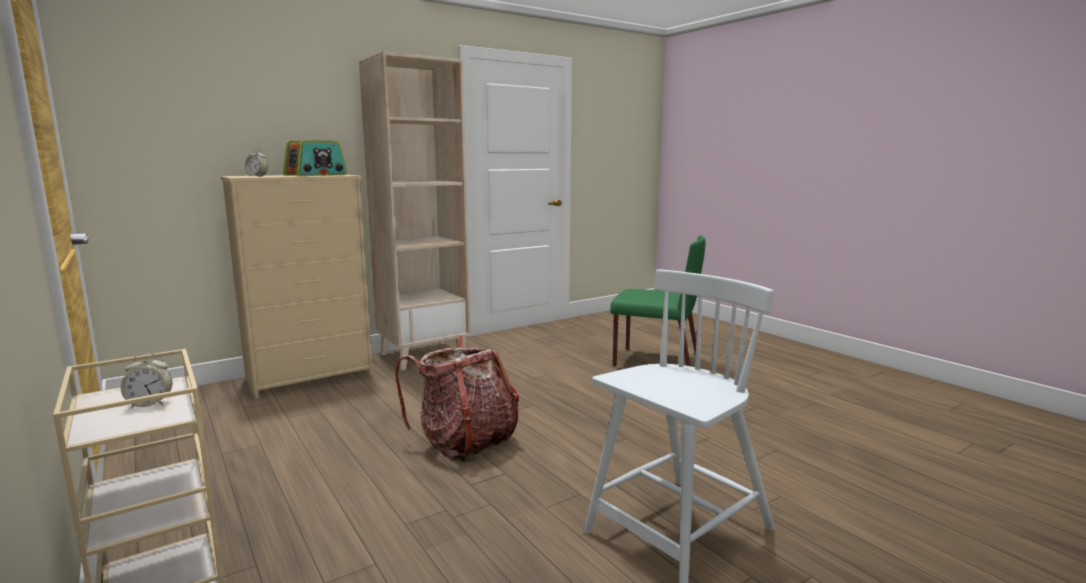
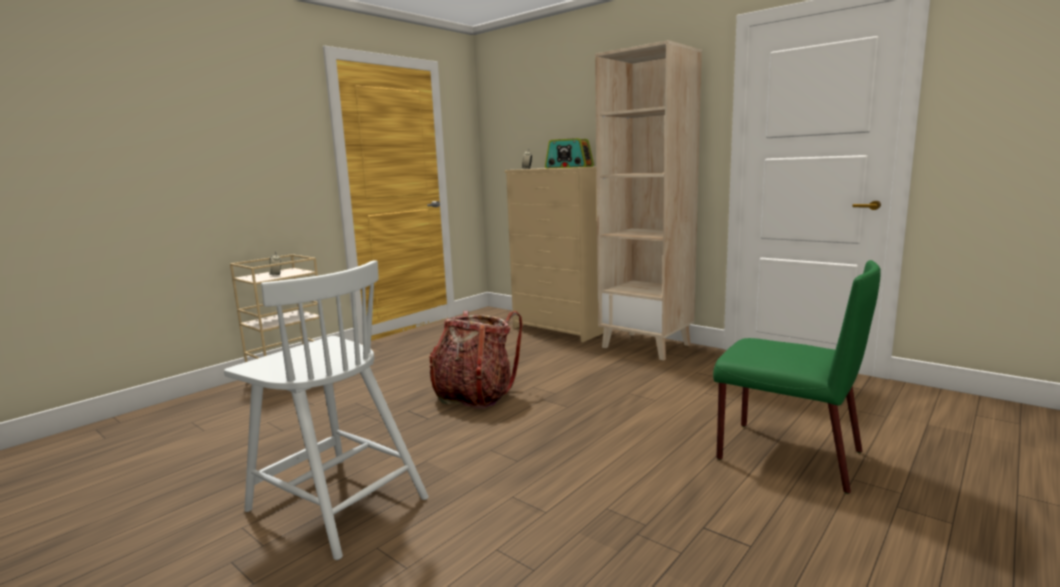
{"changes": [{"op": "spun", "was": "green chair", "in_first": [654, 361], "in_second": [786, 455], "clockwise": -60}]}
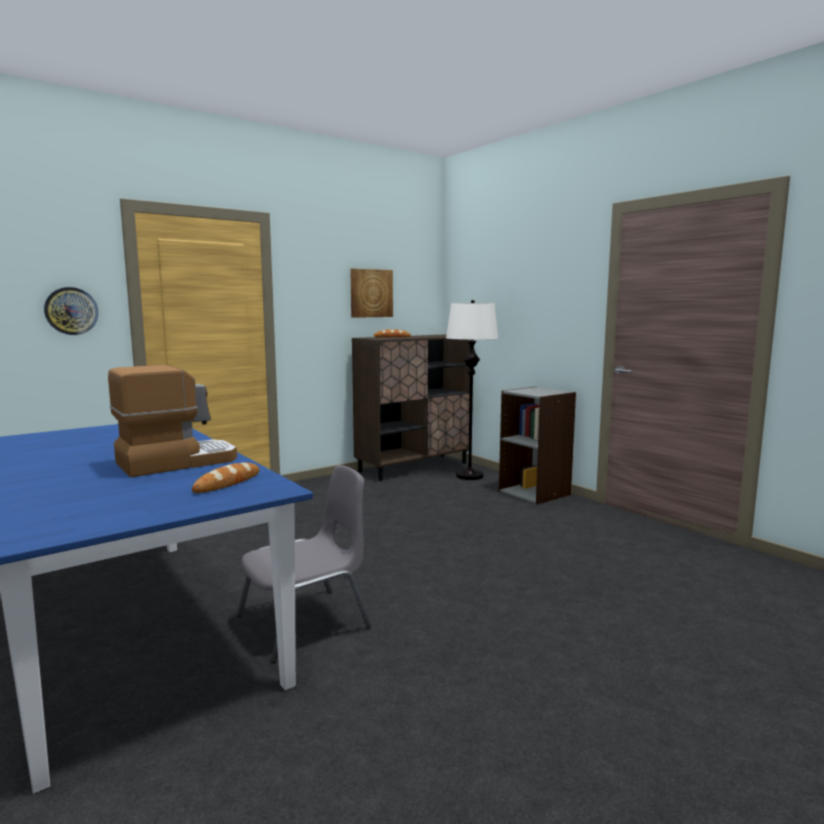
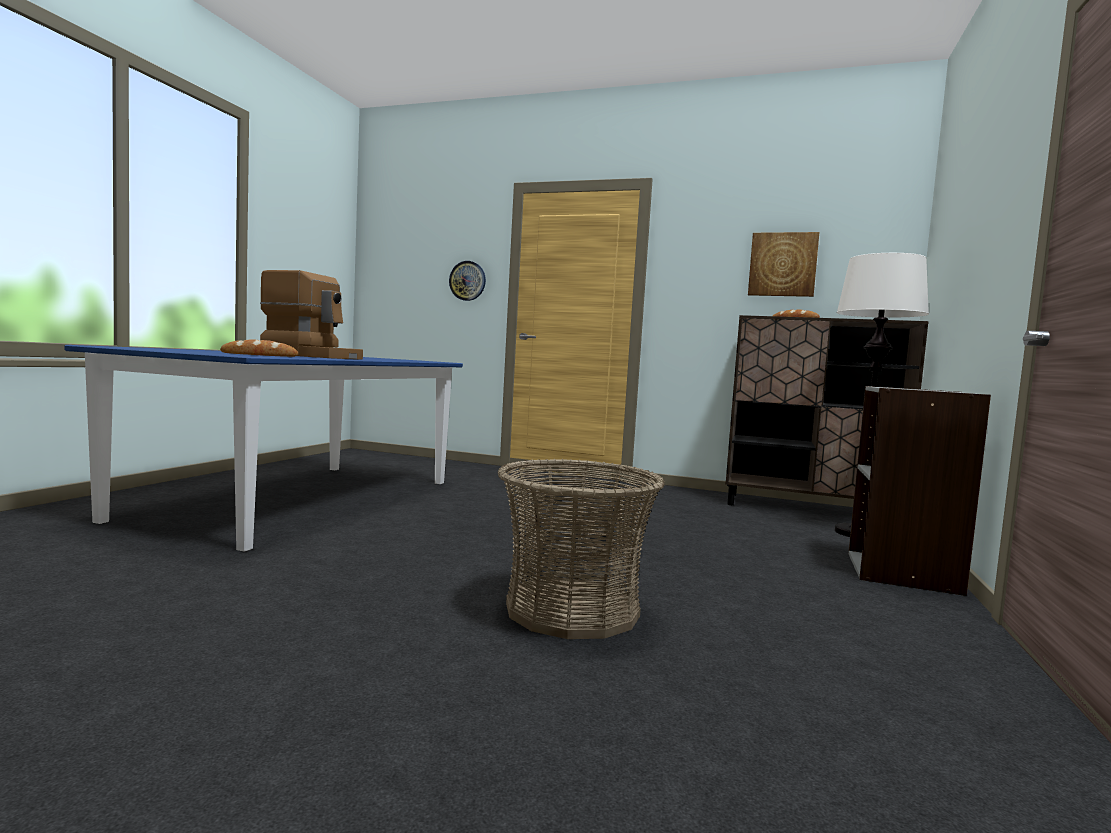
{"changes": [{"op": "missing", "was": "greyish chair", "in_first": [306, 622]}, {"op": "appeared", "now": "household basket", "in_second": [572, 610]}]}
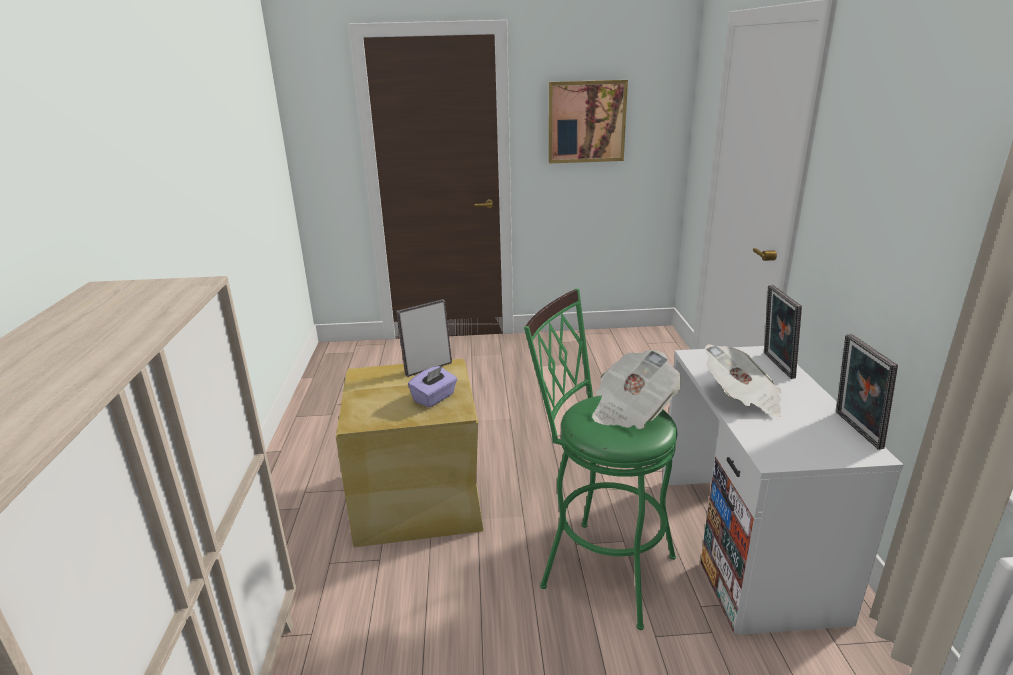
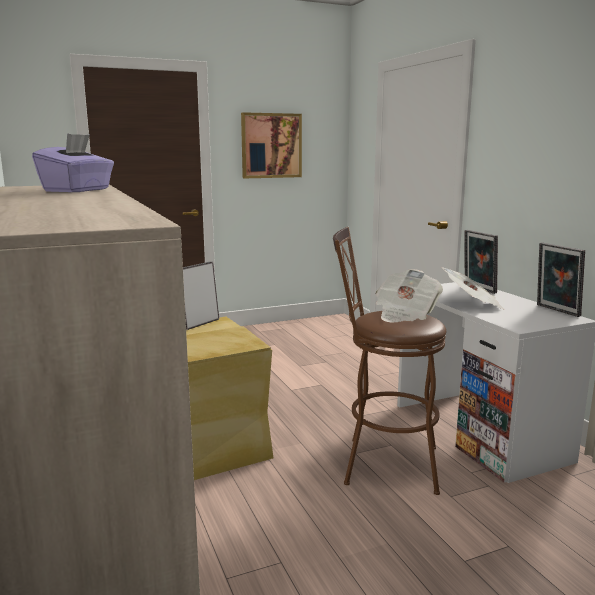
{"changes": [{"op": "relocated", "was": "purple tissue box", "in_first": [434, 398], "in_second": [78, 190]}, {"op": "colour", "was": "green stool", "now": "brown-coloured stool", "in_first": [598, 566], "in_second": [381, 463]}]}
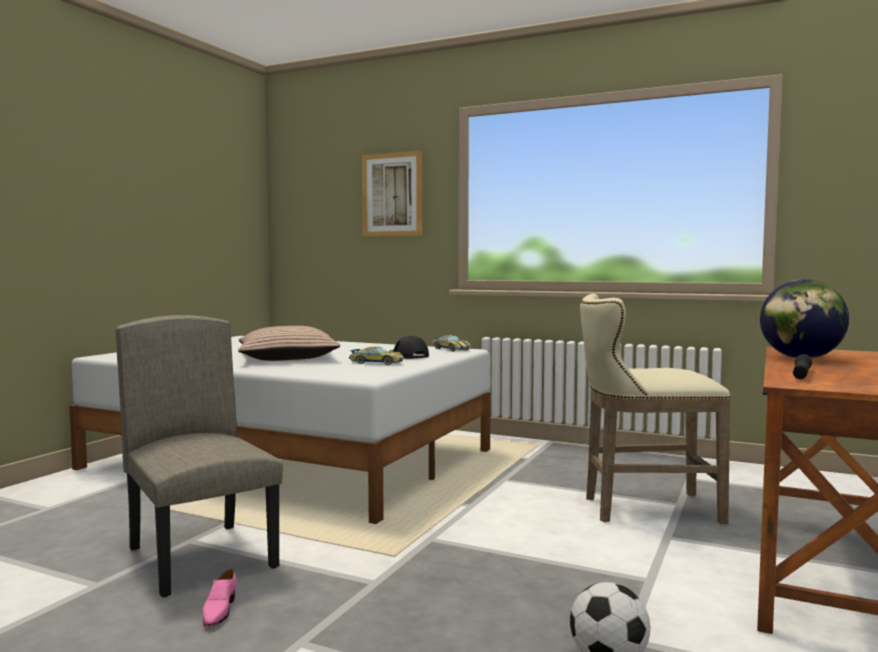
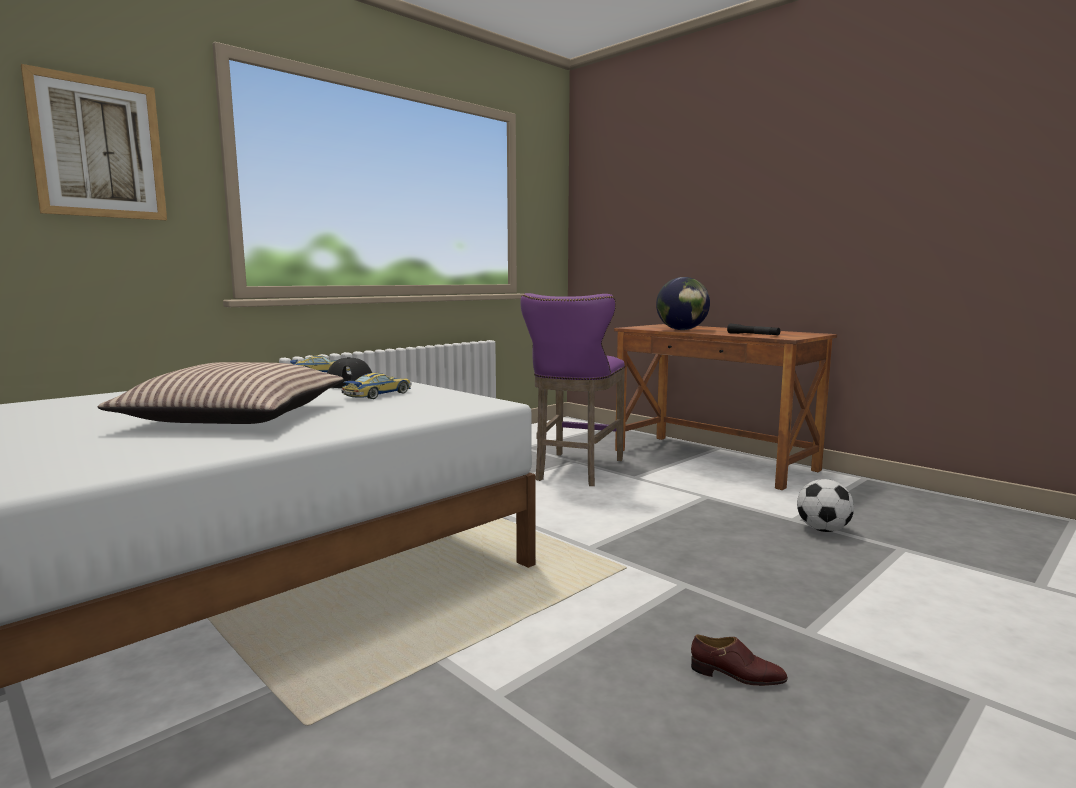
{"changes": [{"op": "missing", "was": "sand-coloured chair", "in_first": [202, 557]}, {"op": "colour", "was": "pink-coloured low shoe", "now": "brown-coloured low shoe", "in_first": [219, 611], "in_second": [737, 675]}, {"op": "colour", "was": "sand-coloured stool", "now": "purple stool", "in_first": [643, 508], "in_second": [575, 471]}]}
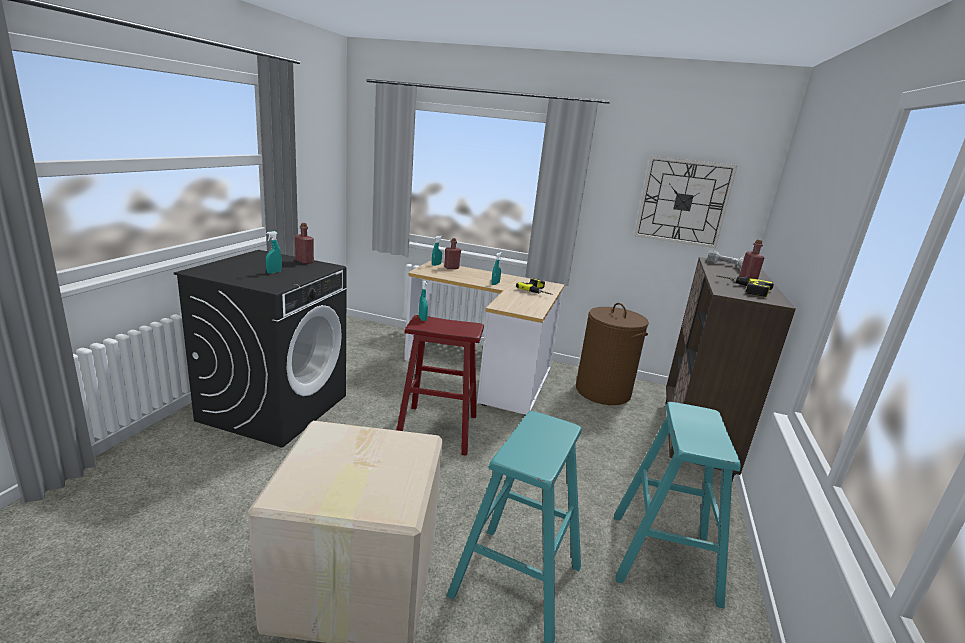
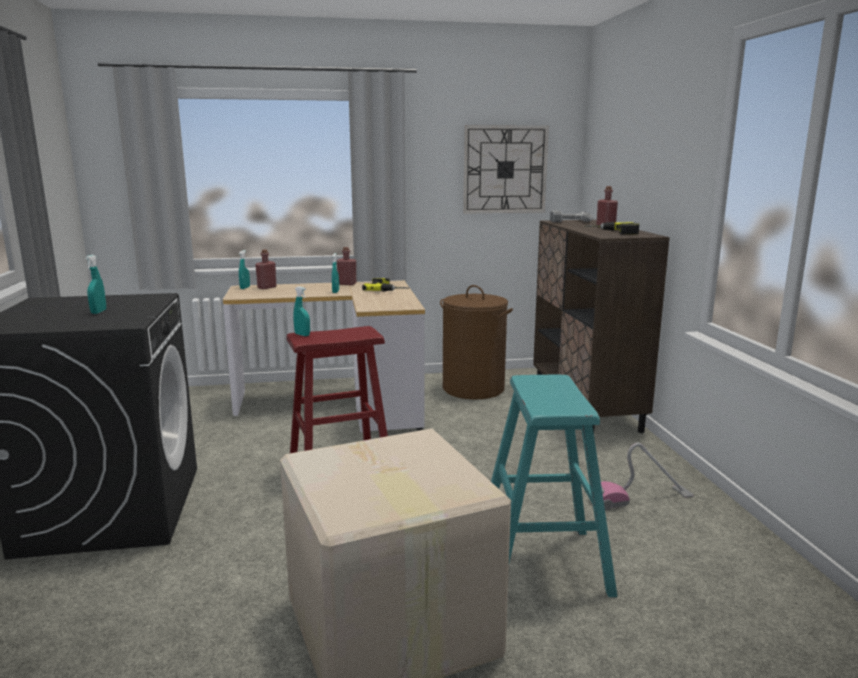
{"changes": [{"op": "relocated", "was": "red-coloured bottle", "in_first": [304, 261], "in_second": [347, 284]}, {"op": "exchanged", "was": "blue-green stool", "now": "vacuum cleaner", "in_first": [663, 557], "in_second": [640, 498]}]}
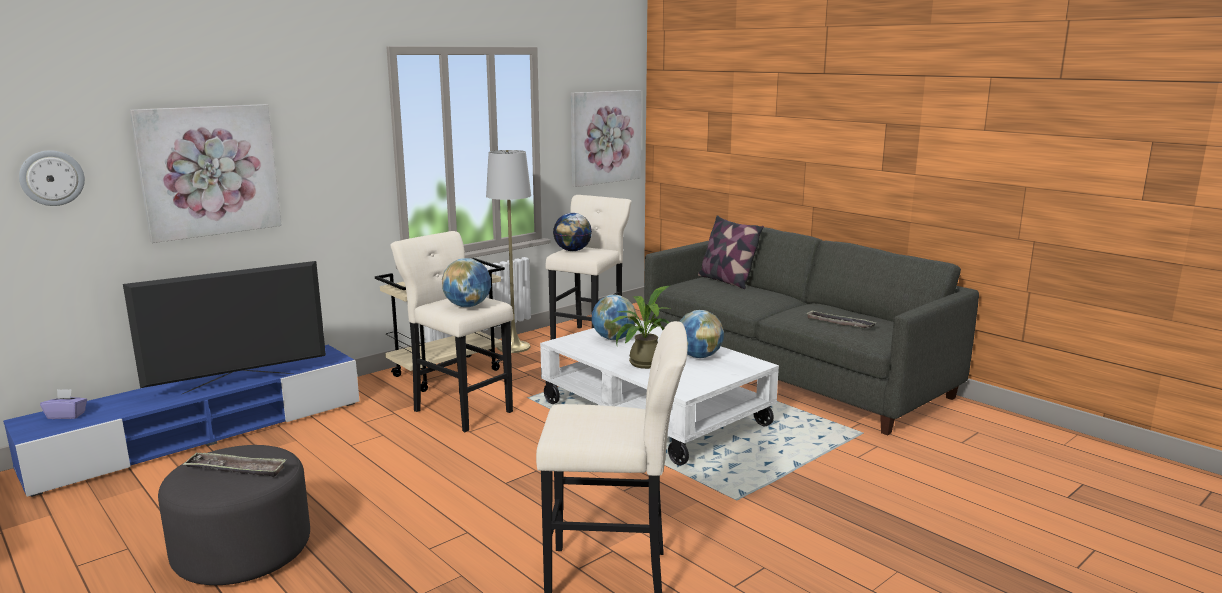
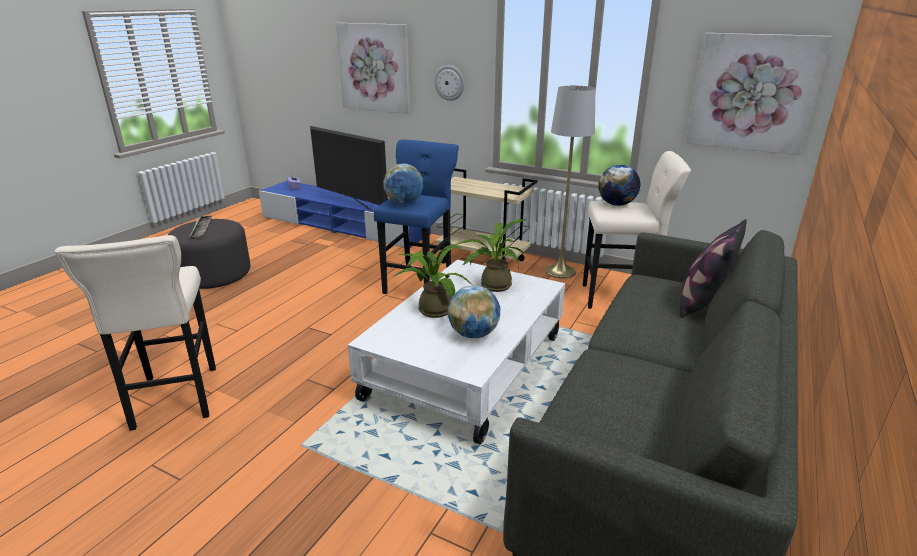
{"changes": [{"op": "relocated", "was": "hanging clock", "in_first": [52, 178], "in_second": [449, 82]}, {"op": "colour", "was": "sand-coloured stool", "now": "bluish stool", "in_first": [460, 410], "in_second": [419, 282]}, {"op": "exchanged", "was": "globe", "now": "plant in a pot", "in_first": [613, 338], "in_second": [492, 285]}, {"op": "missing", "was": "tray", "in_first": [839, 323]}]}
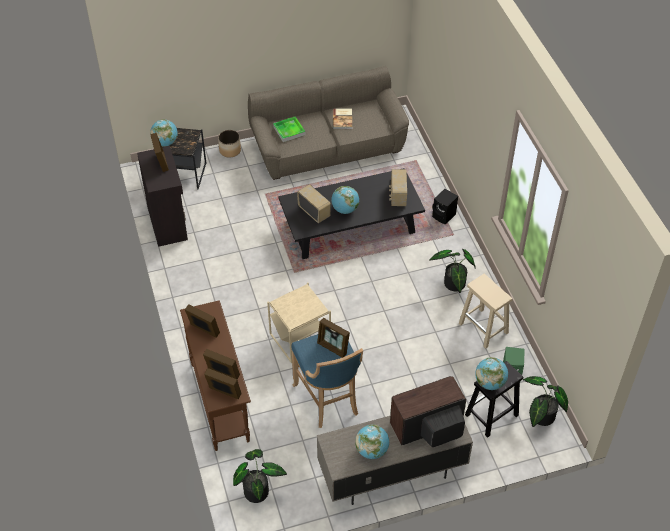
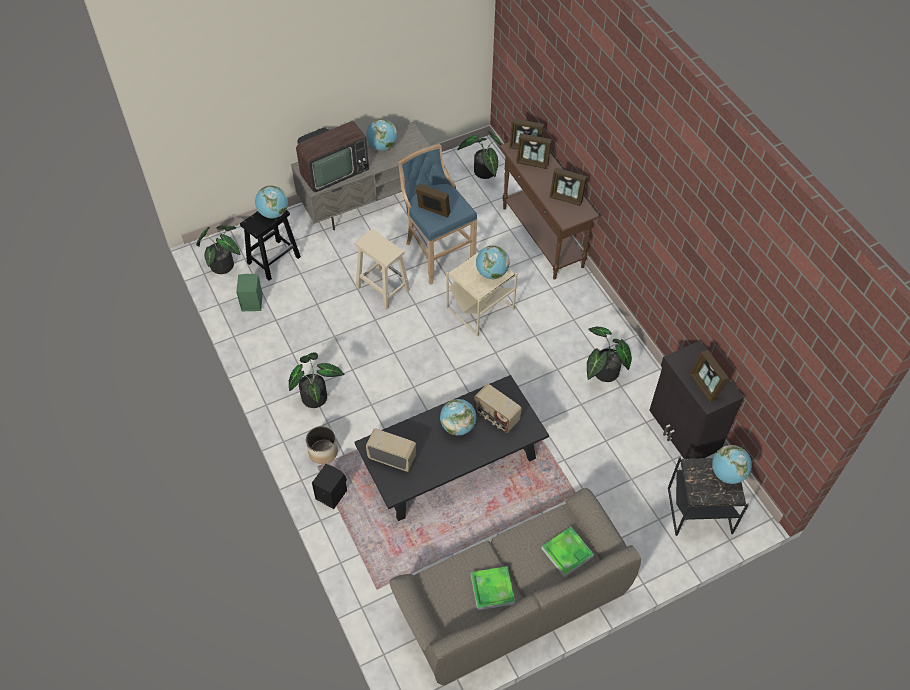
{"changes": [{"op": "relocated", "was": "flower pot", "in_first": [230, 150], "in_second": [323, 452]}, {"op": "exchanged", "was": "bound book", "now": "tray", "in_first": [343, 119], "in_second": [492, 589]}, {"op": "spun", "was": "radio", "in_first": [397, 196], "in_second": [392, 457], "clockwise": -60}, {"op": "relocated", "was": "sand-coloured stool", "in_first": [484, 328], "in_second": [382, 288]}, {"op": "appeared", "now": "globe", "in_second": [491, 273]}, {"op": "appeared", "now": "plant in a pot", "in_second": [603, 372]}]}
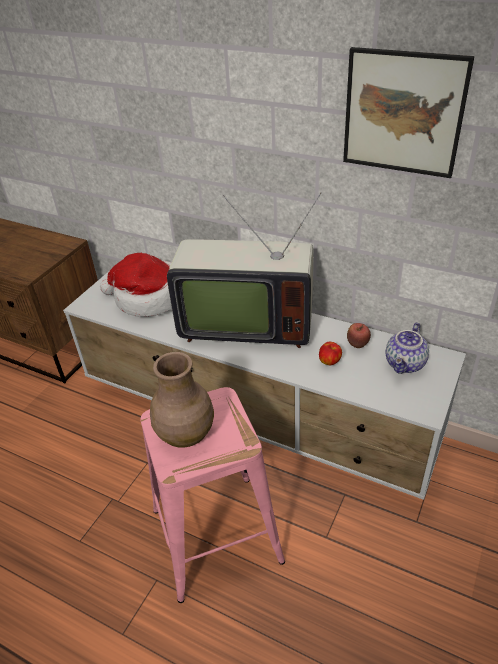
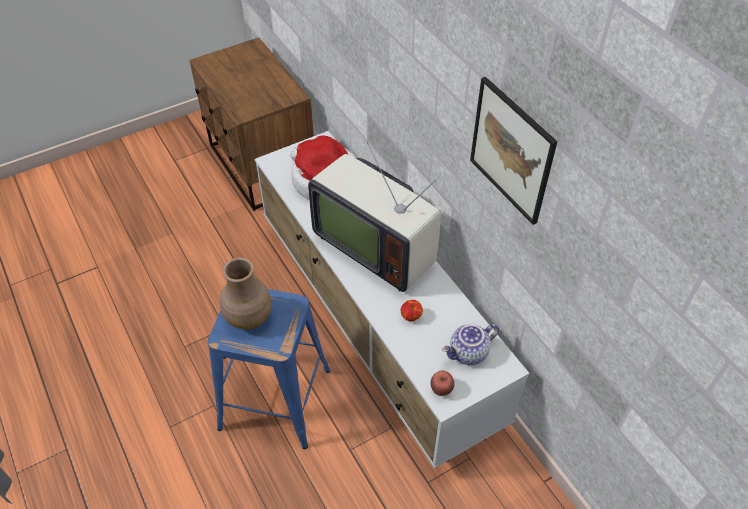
{"changes": [{"op": "colour", "was": "pink-coloured stool", "now": "bluish stool", "in_first": [216, 533], "in_second": [275, 397]}, {"op": "relocated", "was": "whole apple", "in_first": [357, 345], "in_second": [441, 390]}]}
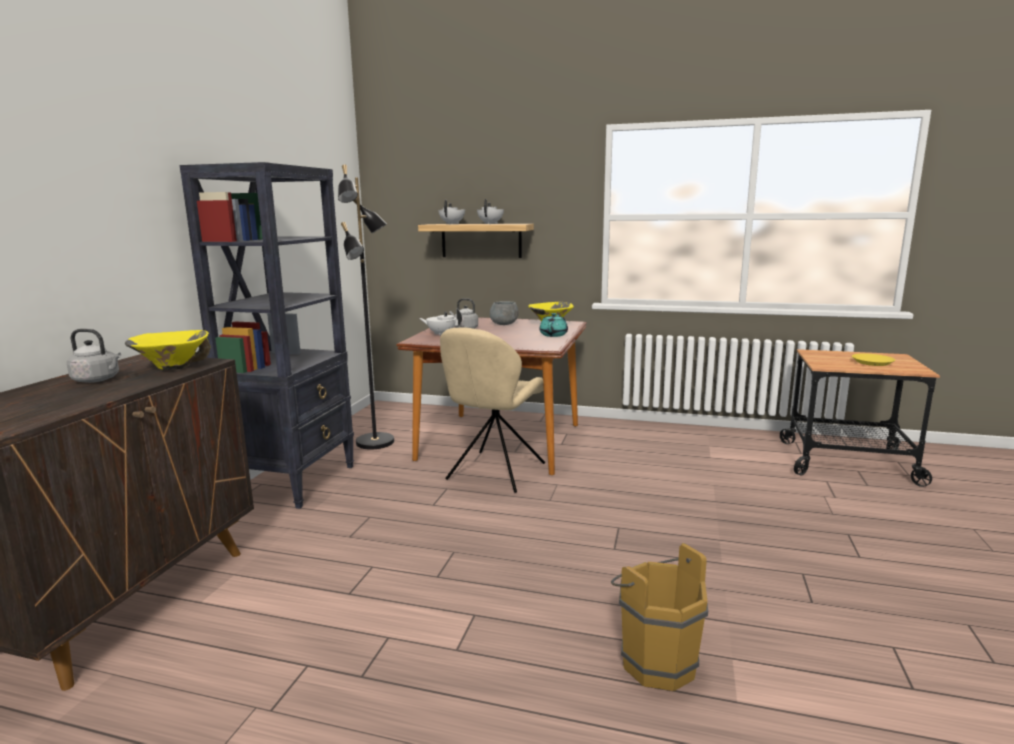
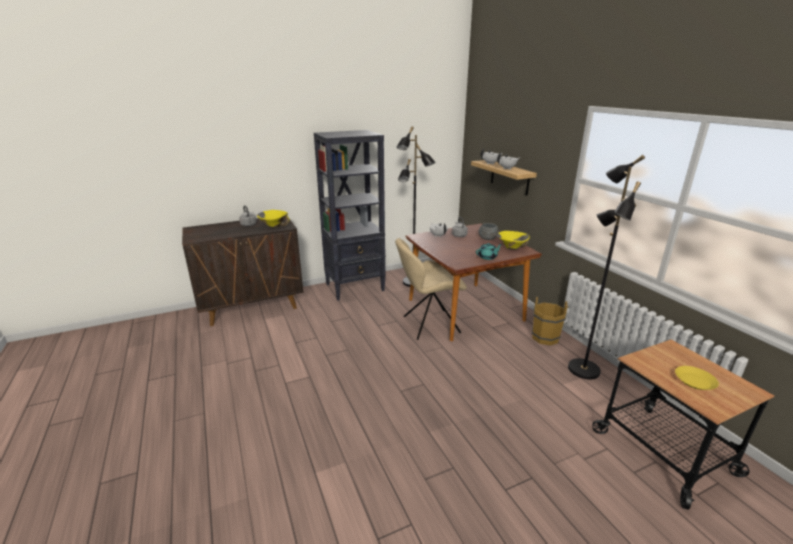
{"changes": [{"op": "relocated", "was": "brown-coloured bucket", "in_first": [654, 660], "in_second": [545, 336]}, {"op": "appeared", "now": "black floor lamp", "in_second": [582, 369]}]}
